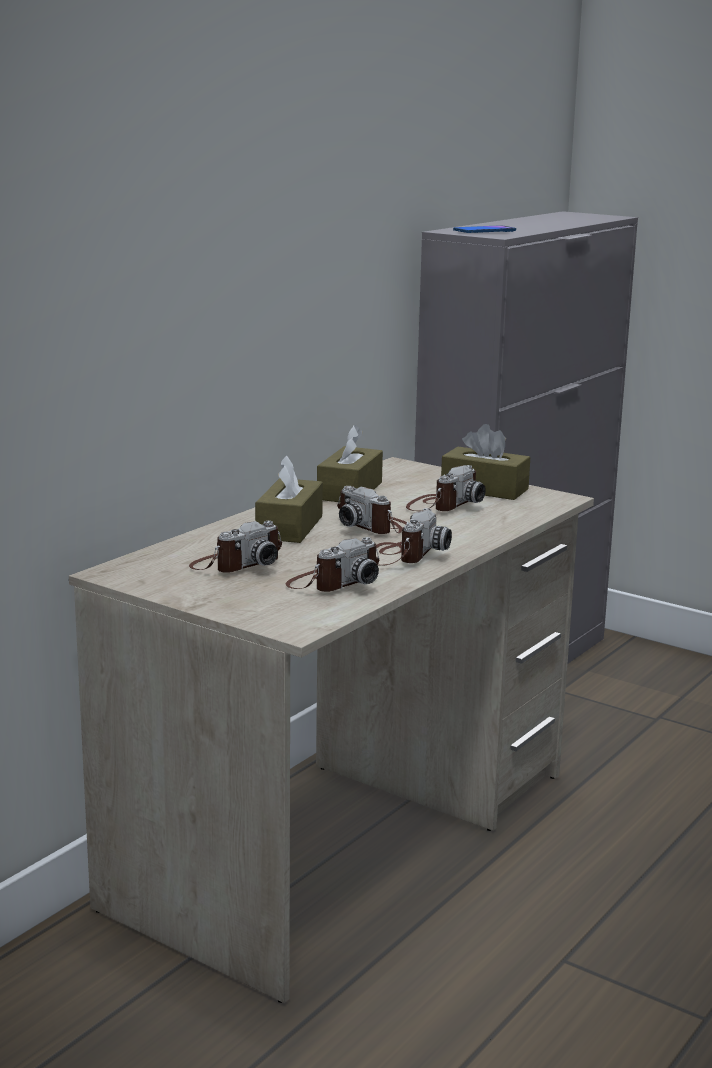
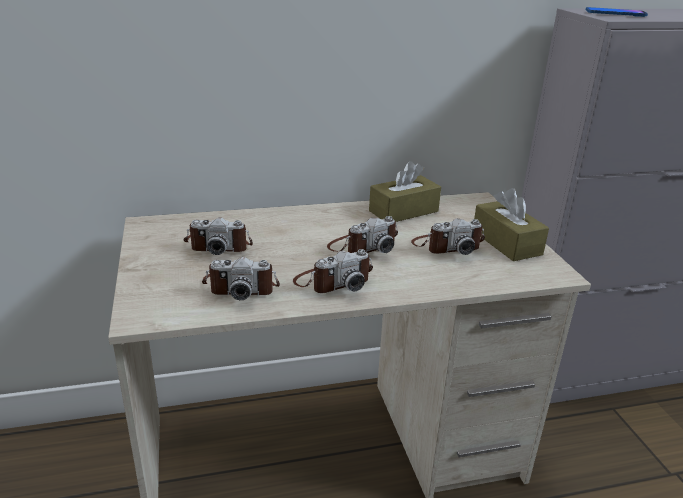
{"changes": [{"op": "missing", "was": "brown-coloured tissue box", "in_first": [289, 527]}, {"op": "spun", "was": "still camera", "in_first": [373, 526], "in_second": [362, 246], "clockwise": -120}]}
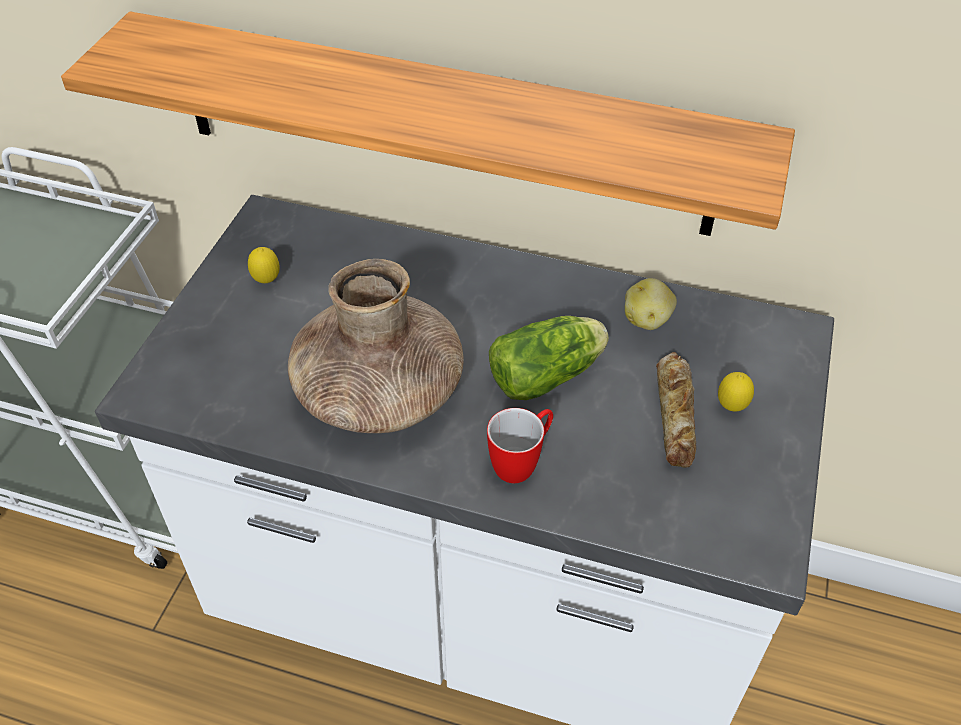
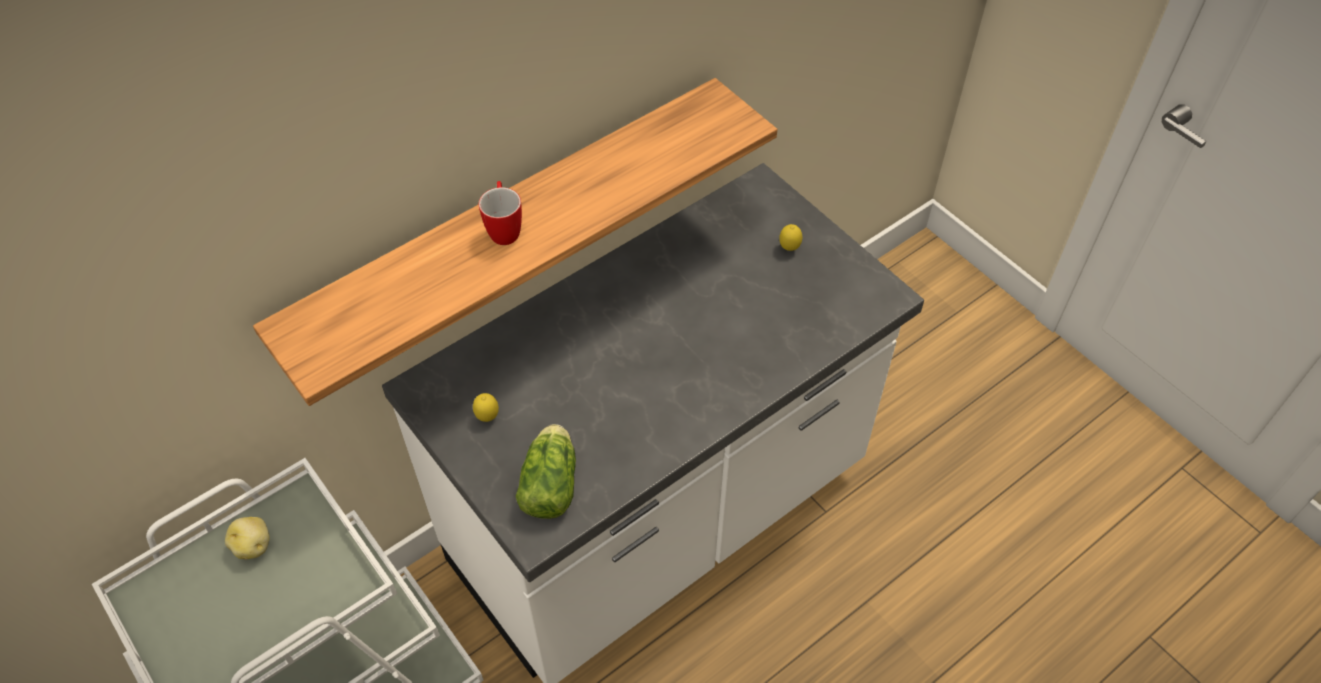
{"changes": [{"op": "missing", "was": "brown-coloured flower vase", "in_first": [379, 392]}, {"op": "relocated", "was": "tea mug", "in_first": [522, 463], "in_second": [504, 229]}, {"op": "relocated", "was": "lettuce head", "in_first": [550, 374], "in_second": [551, 482]}, {"op": "relocated", "was": "potato", "in_first": [647, 319], "in_second": [253, 545]}, {"op": "missing", "was": "baked bread", "in_first": [676, 414]}]}
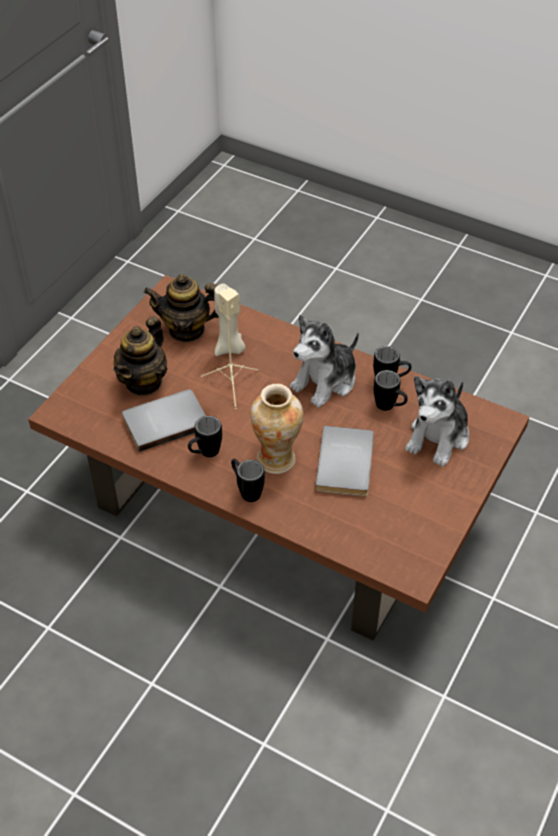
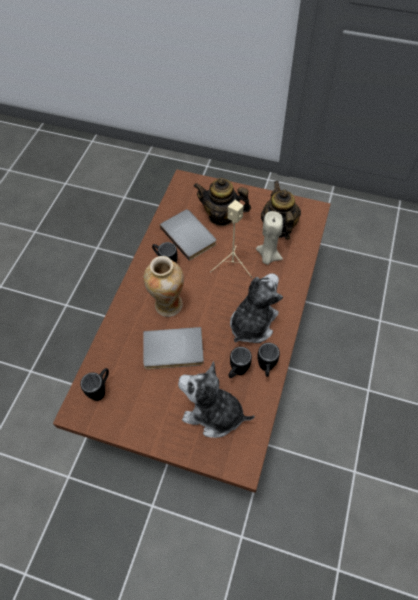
{"changes": [{"op": "relocated", "was": "black tea mug", "in_first": [246, 490], "in_second": [101, 389]}, {"op": "spun", "was": "soft toy", "in_first": [325, 381], "in_second": [252, 323], "clockwise": 90}]}
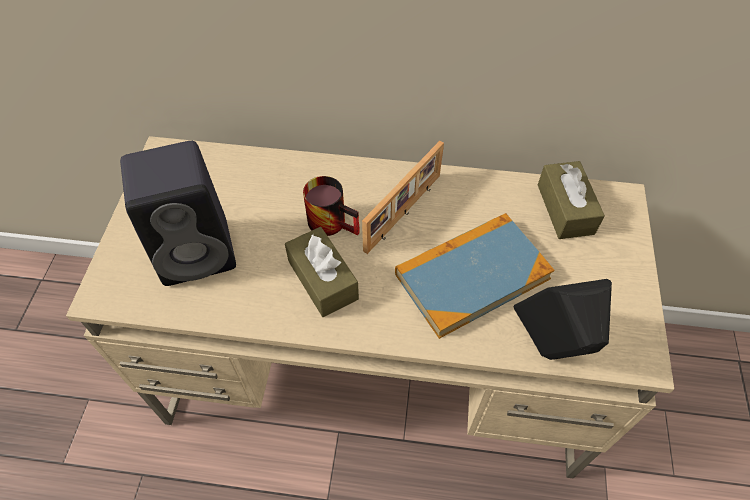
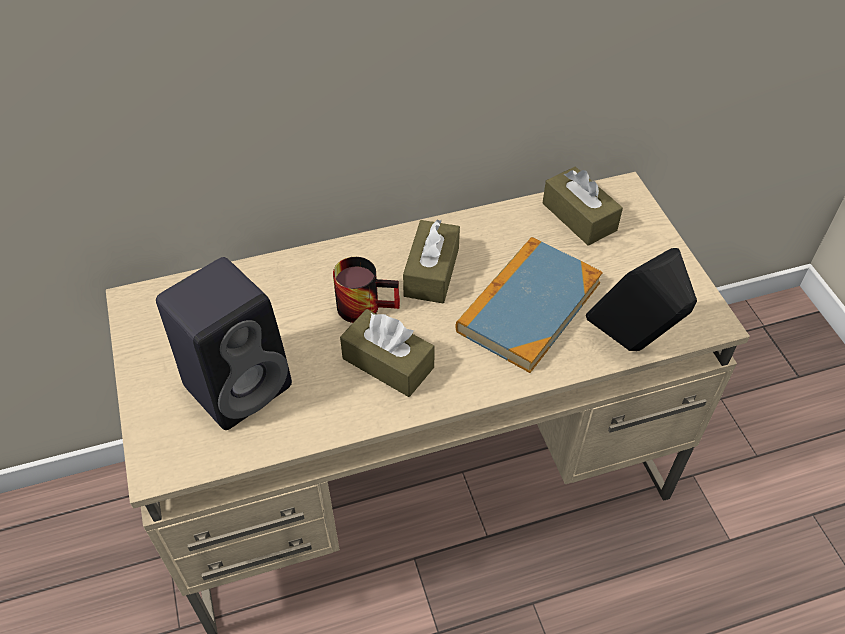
{"changes": [{"op": "exchanged", "was": "picture frame", "now": "brown-coloured tissue box", "in_first": [404, 213], "in_second": [431, 272]}]}
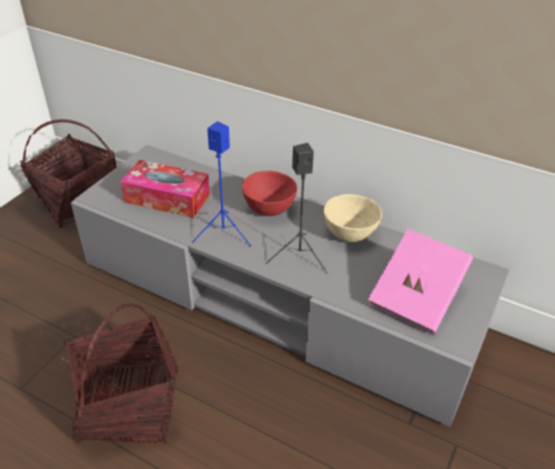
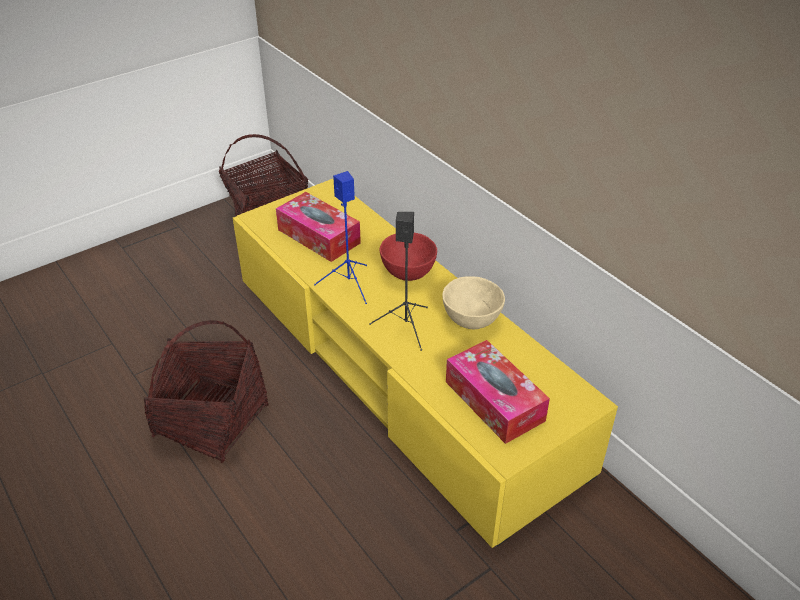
{"changes": [{"op": "colour", "was": "greyish tv unit", "now": "yellow tv unit", "in_first": [276, 299], "in_second": [400, 369]}, {"op": "exchanged", "was": "pink-coloured bound book", "now": "tissue box", "in_first": [416, 297], "in_second": [494, 401]}]}
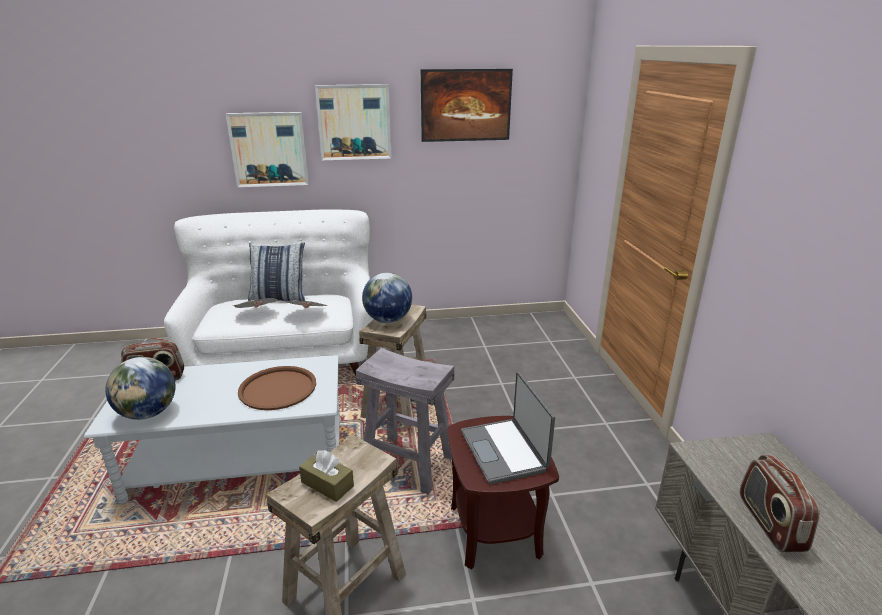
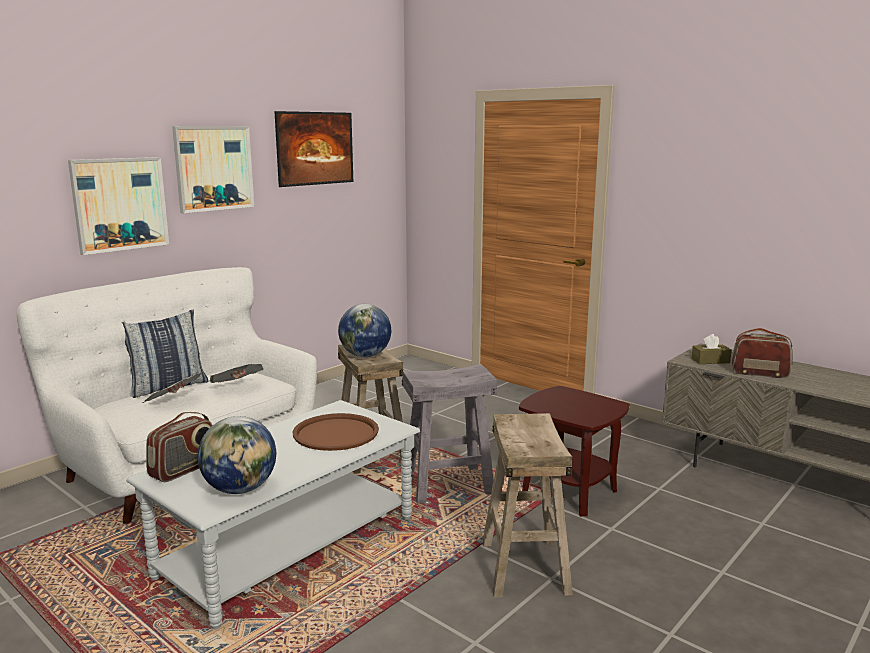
{"changes": [{"op": "relocated", "was": "brown-coloured tissue box", "in_first": [327, 484], "in_second": [710, 361]}, {"op": "missing", "was": "portable computer", "in_first": [505, 451]}, {"op": "spun", "was": "radio", "in_first": [769, 523], "in_second": [759, 373], "clockwise": 150}]}
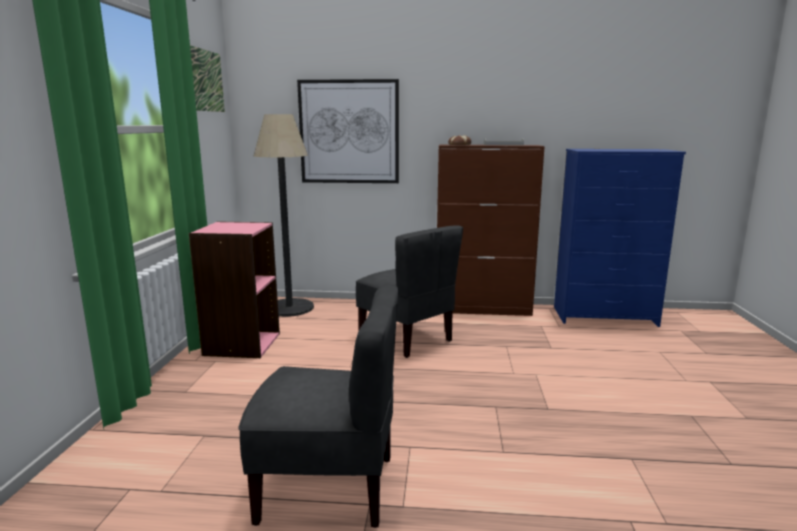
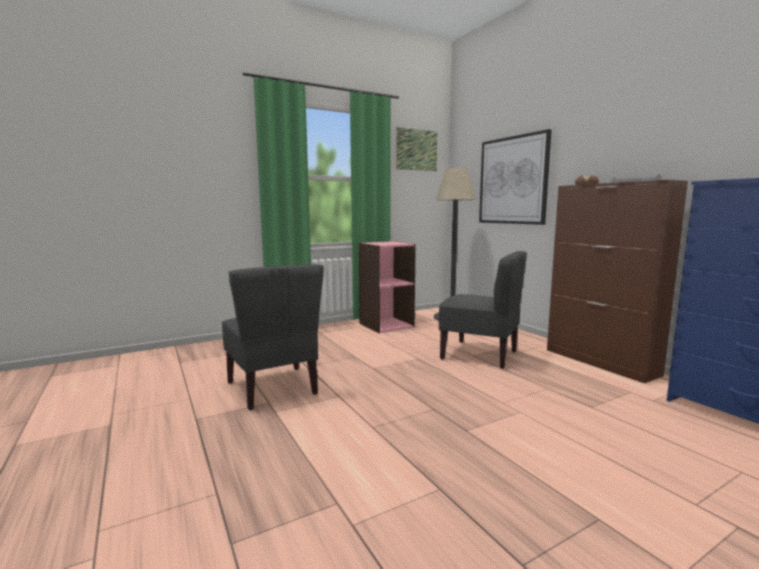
{"changes": [{"op": "spun", "was": "greyish chair", "in_first": [406, 339], "in_second": [479, 355], "clockwise": -75}]}
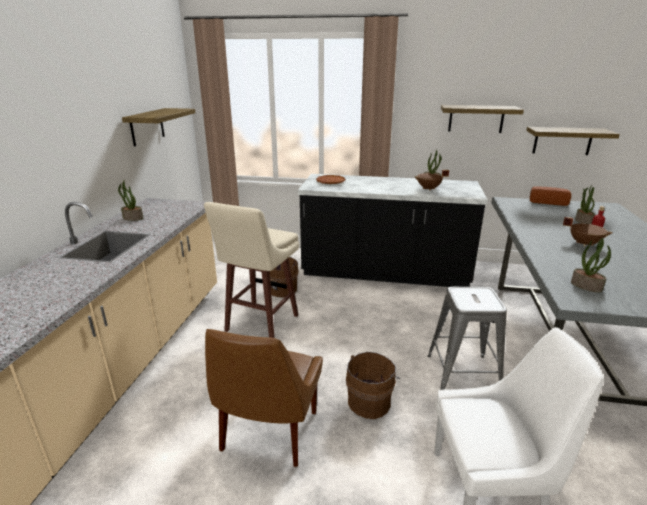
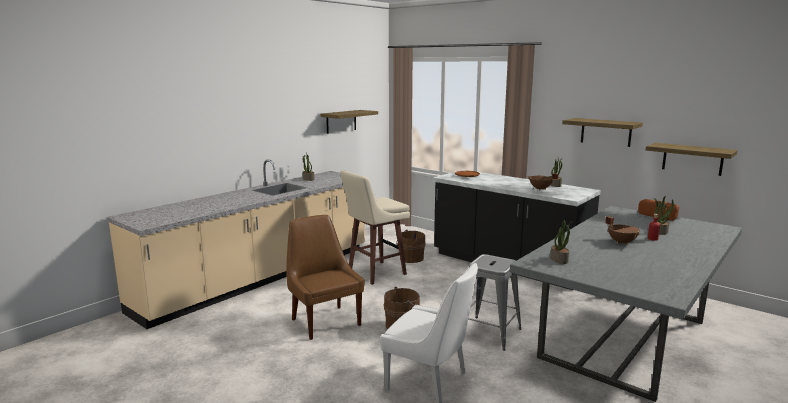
{"changes": [{"op": "spun", "was": "brown-coloured chair", "in_first": [268, 434], "in_second": [324, 321], "clockwise": 105}]}
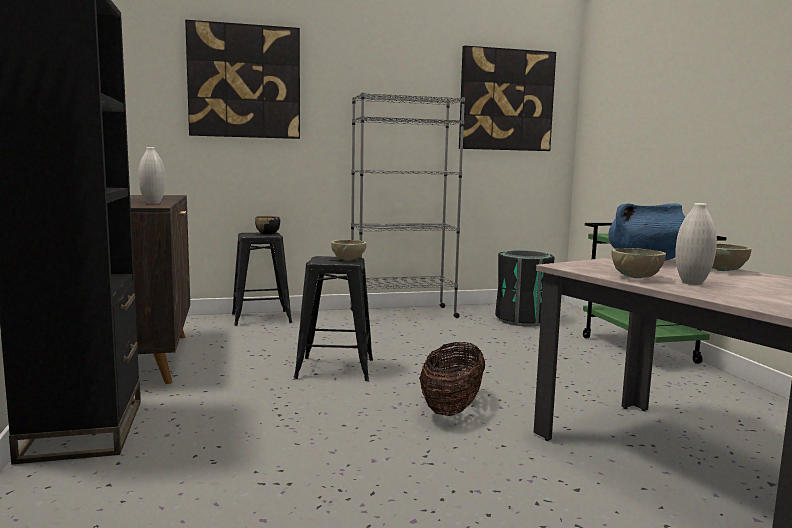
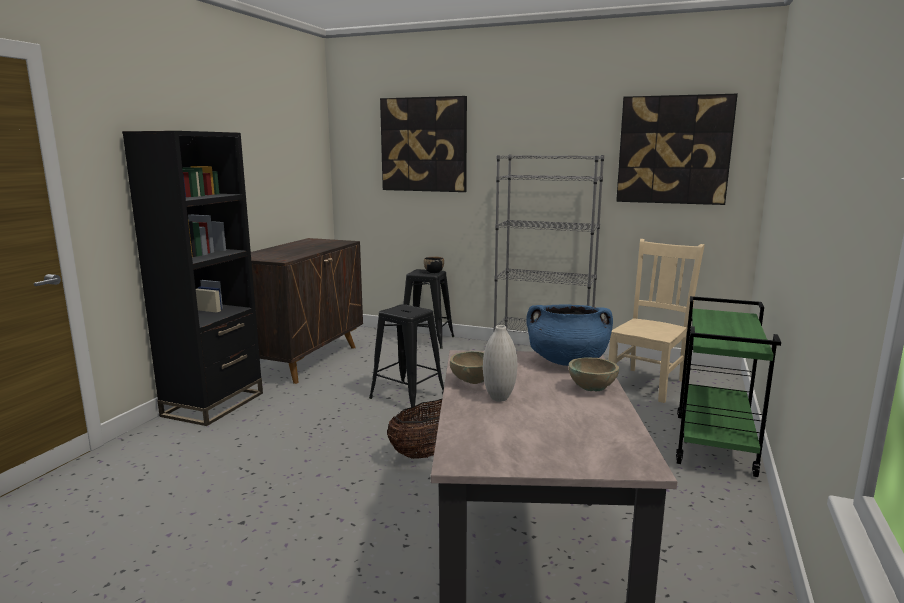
{"changes": [{"op": "missing", "was": "white-coloured flower vase", "in_first": [153, 203]}, {"op": "missing", "was": "sand-coloured deep dish", "in_first": [348, 260]}, {"op": "exchanged", "was": "black rubbish bin", "now": "sand-coloured chair", "in_first": [522, 320], "in_second": [648, 383]}]}
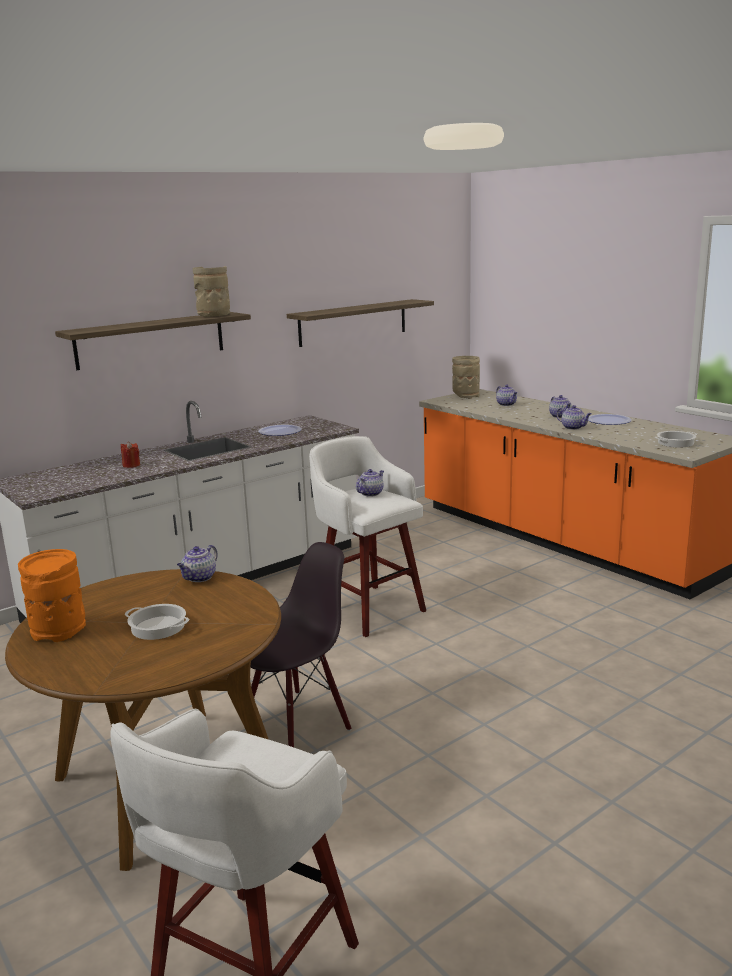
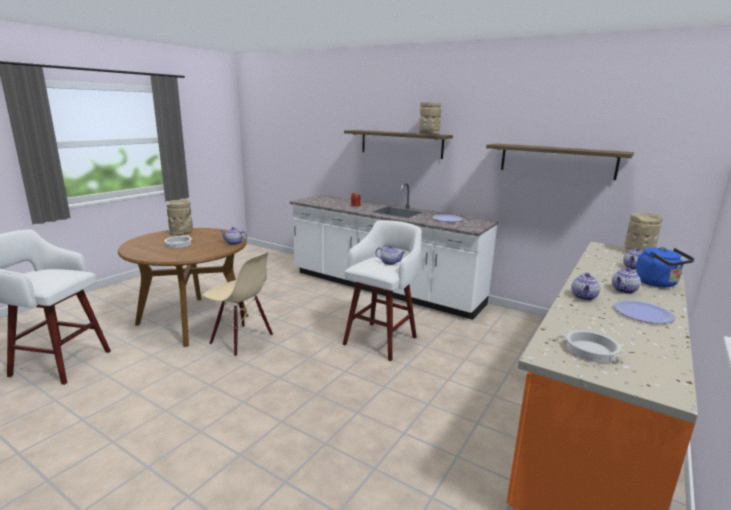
{"changes": [{"op": "colour", "was": "orange flower vase", "now": "sand-coloured flower vase", "in_first": [59, 629], "in_second": [181, 233]}, {"op": "colour", "was": "black chair", "now": "sand-coloured chair", "in_first": [296, 723], "in_second": [241, 340]}, {"op": "appeared", "now": "bluish tea kettle", "in_second": [658, 283]}]}
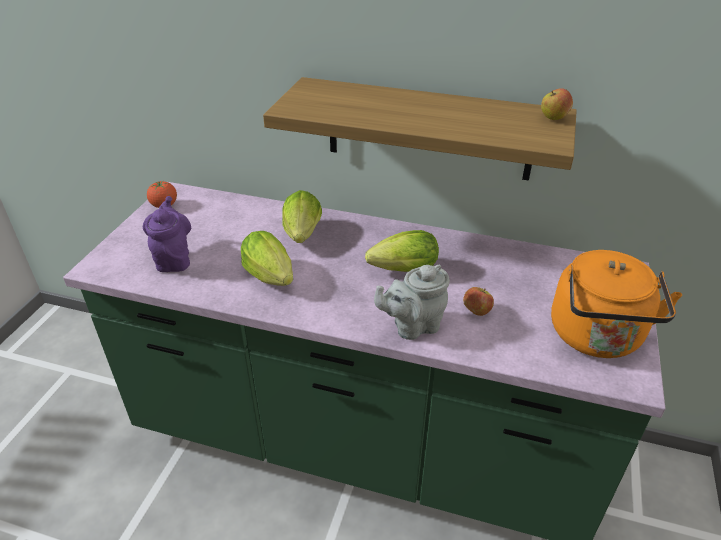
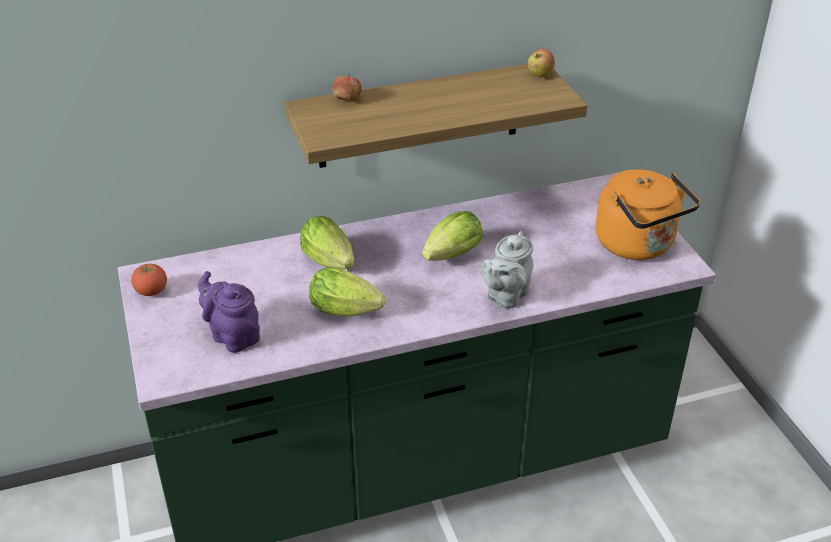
{"changes": [{"op": "relocated", "was": "whole apple", "in_first": [476, 311], "in_second": [347, 100]}]}
